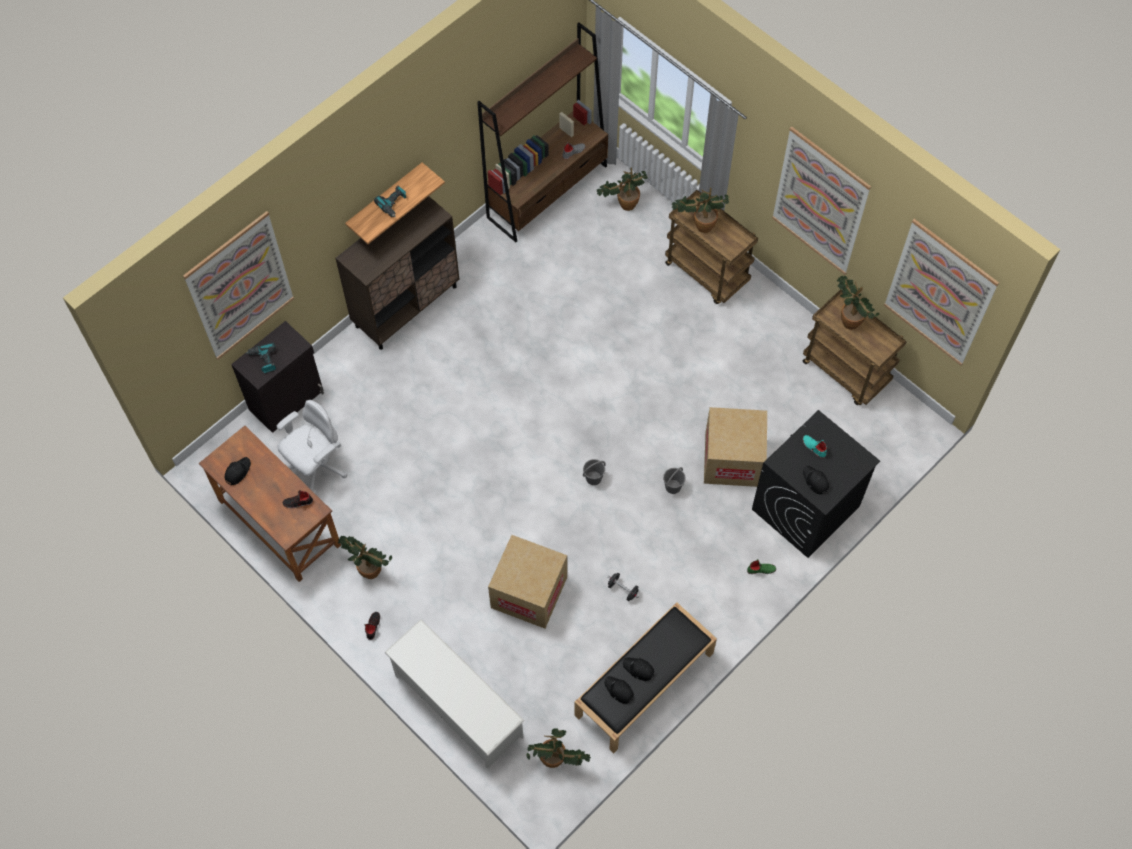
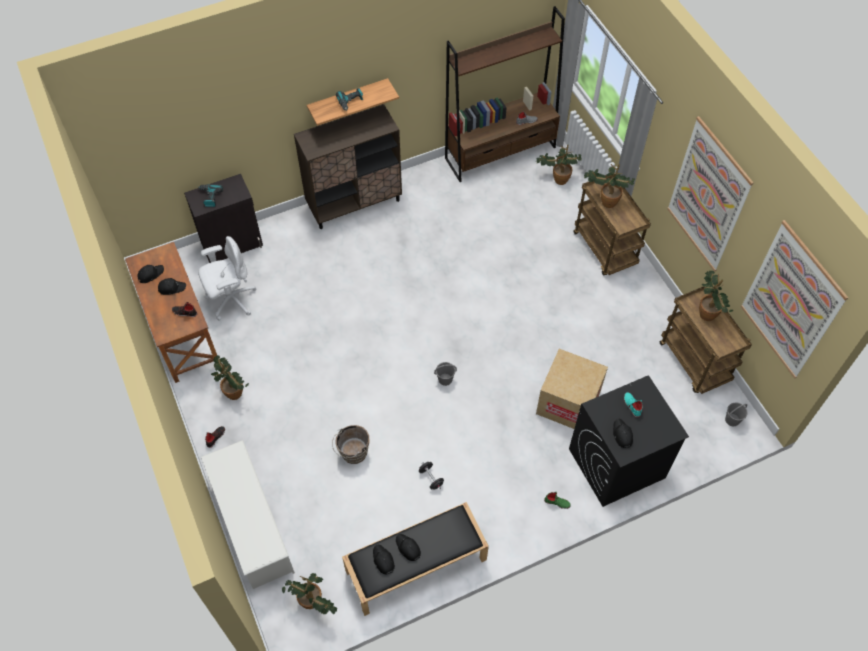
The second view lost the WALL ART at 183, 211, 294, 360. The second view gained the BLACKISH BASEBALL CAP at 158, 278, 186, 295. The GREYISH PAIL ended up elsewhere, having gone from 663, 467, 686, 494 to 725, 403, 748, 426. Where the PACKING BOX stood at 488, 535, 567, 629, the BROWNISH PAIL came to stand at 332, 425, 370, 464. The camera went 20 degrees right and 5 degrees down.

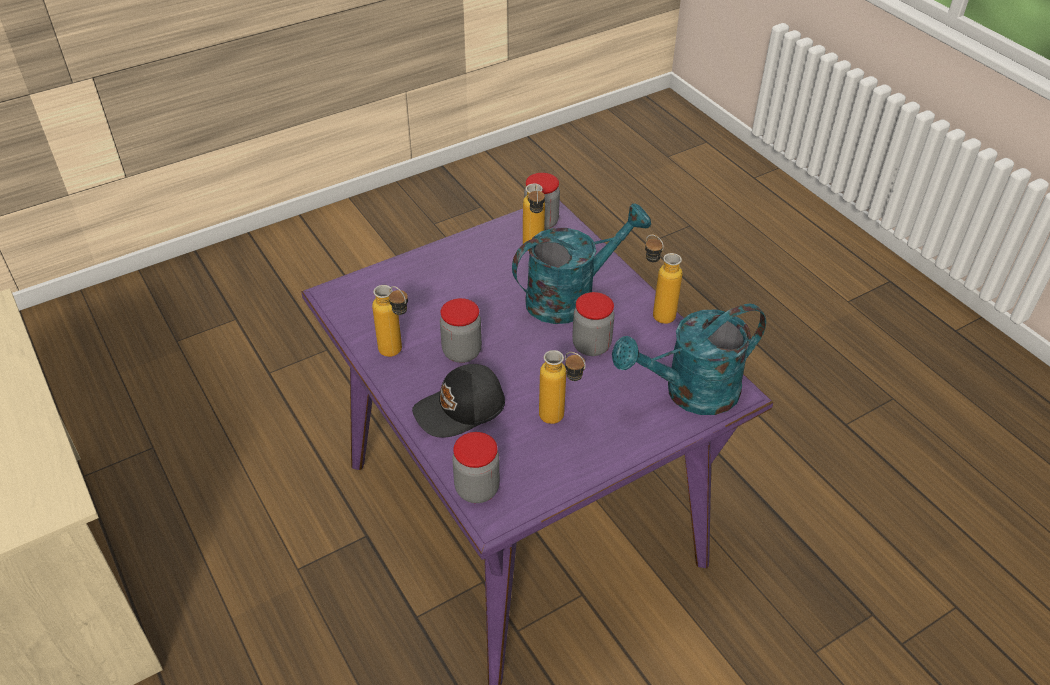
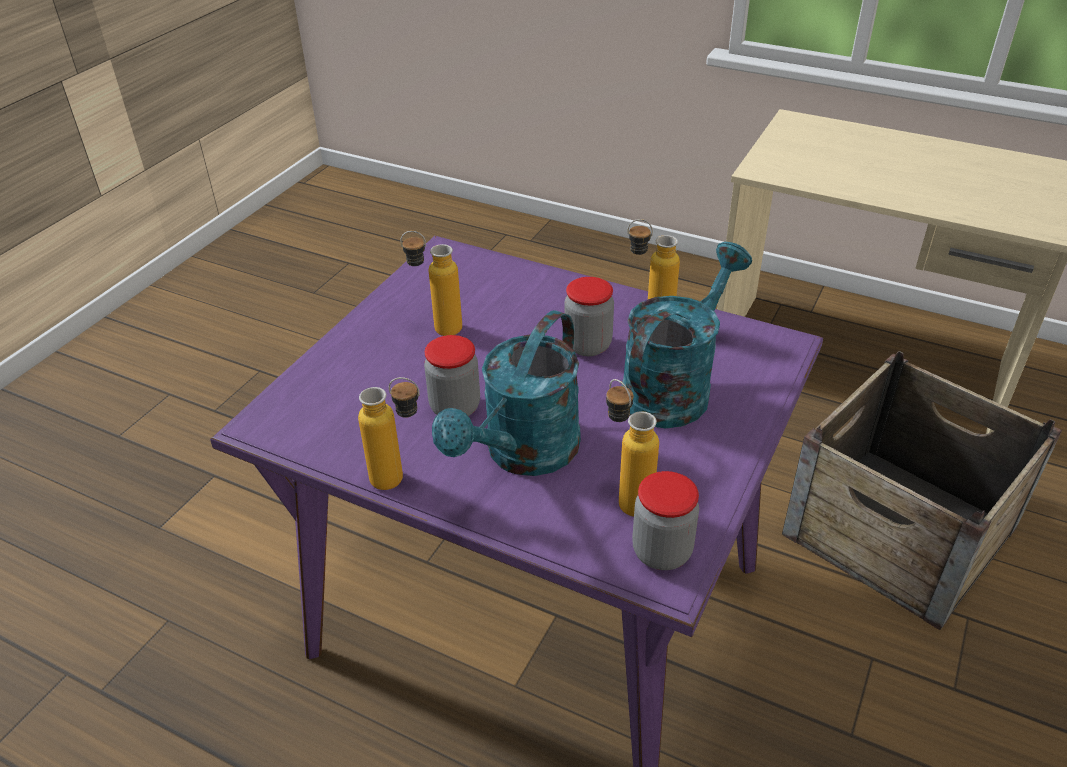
The second view lost the BLACKISH BASEBALL CAP at 412, 364, 505, 438. The second view lost the STORAGE JAR at 452, 432, 500, 503. The second view gained the SHIPPING CRATE at 782, 351, 1062, 630. The TURQUOISE WATERING POT ended up elsewhere, having gone from 612, 304, 766, 415 to 621, 242, 752, 429. The camera went 150 degrees right and 5 degrees down.

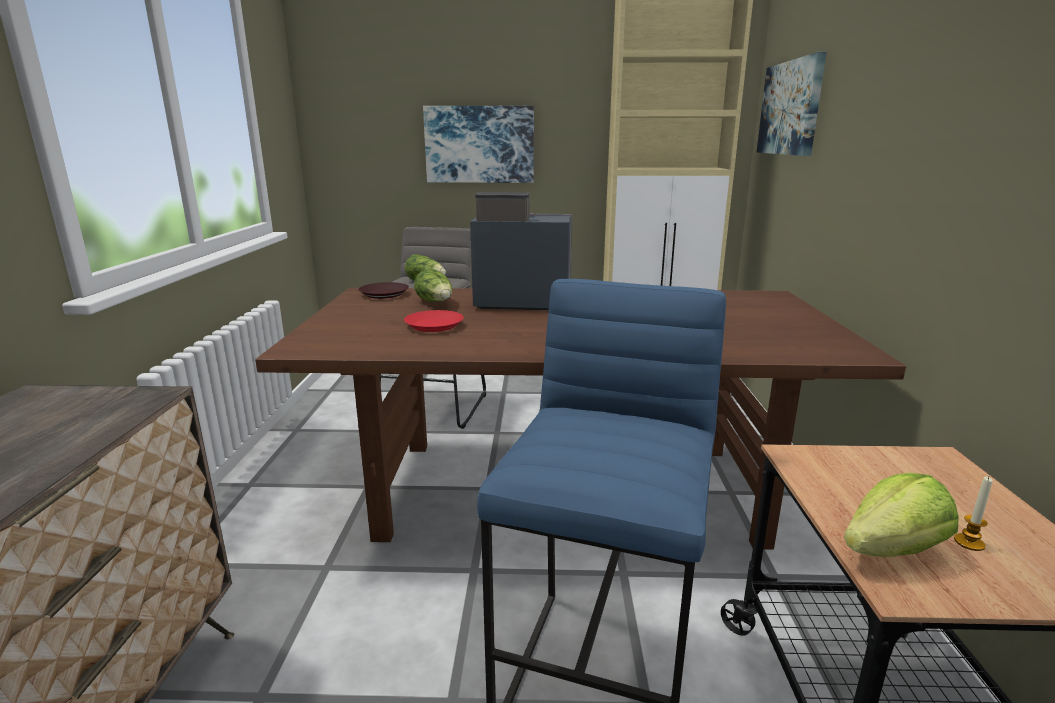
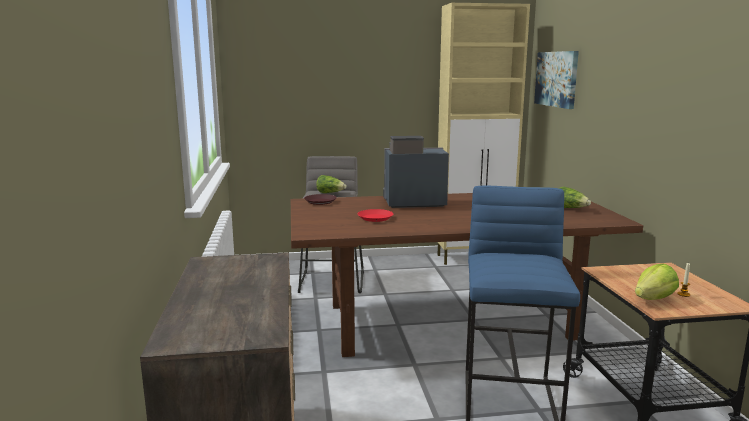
The second view lost the WALL ART at 423, 106, 534, 183. The LETTUCE ended up elsewhere, having gone from 414, 268, 453, 302 to 559, 187, 591, 208. The camera went 10 degrees left and 5 degrees down.

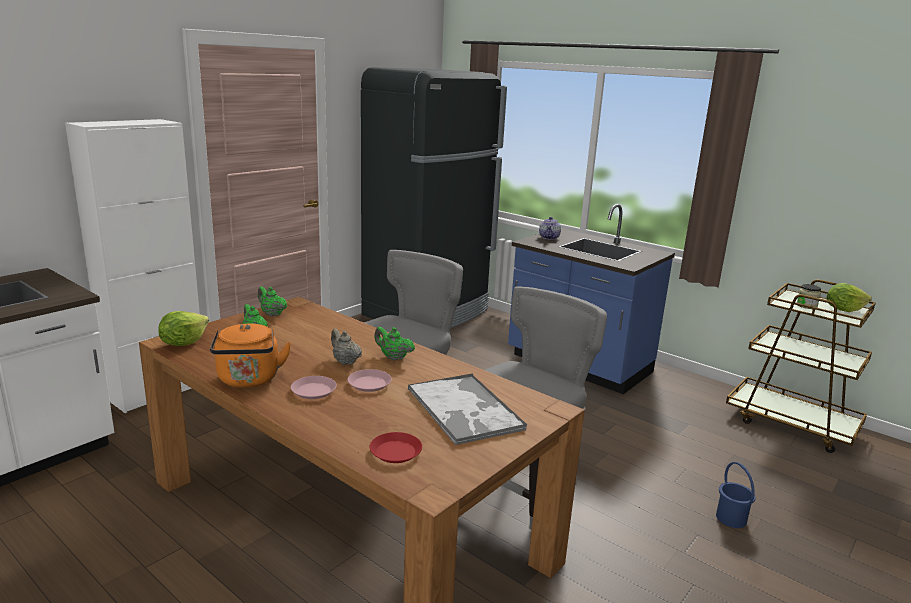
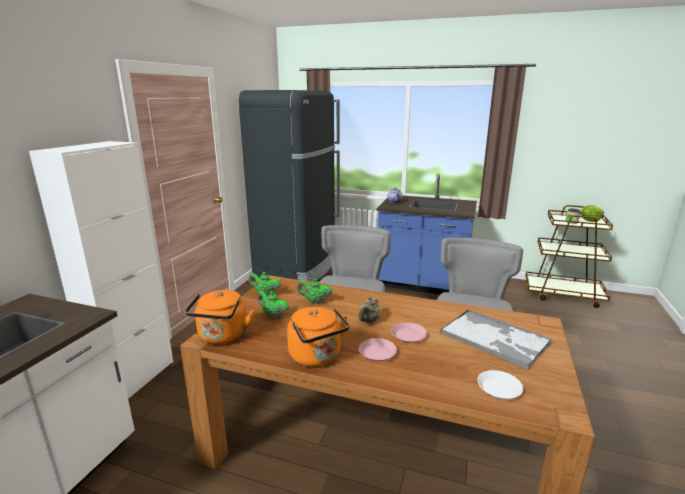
The second view lost the BLUE-COLOURED PAIL at 716, 462, 756, 528. The GREEN-COLOURED TEAPOT ended up elsewhere, having gone from 374, 327, 415, 361 to 297, 279, 332, 304. Where the LETTUCE stood at 158, 311, 209, 346, the ORANGEY WATER KETTLE came to stand at 185, 290, 255, 344. What was the RED-COLOURED DINNER PLATE at 370, 432, 422, 463 turned into the WHITE DINNER PLATE at 477, 370, 523, 399. The BEIGE TEAPOT at 331, 329, 362, 365 ended up facing another way, 90 degrees counterclockwise from before. The camera went 20 degrees left and 0 degrees up.

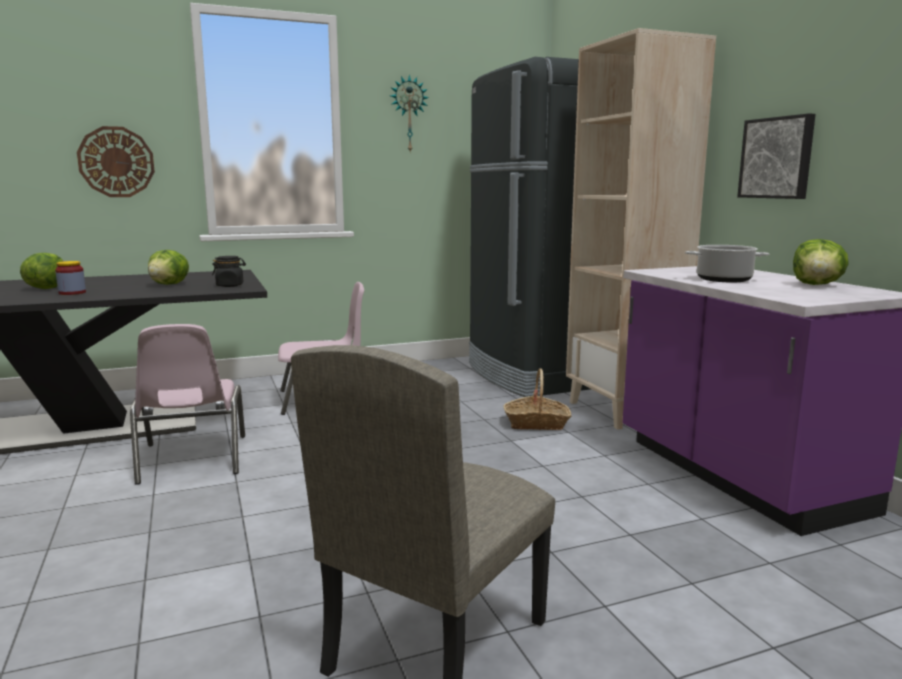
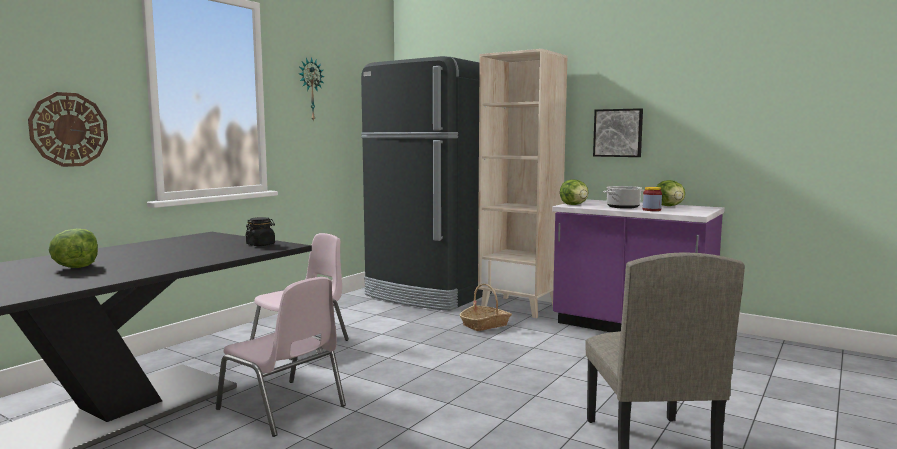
The STORAGE JAR ended up elsewhere, having gone from 55, 261, 86, 295 to 643, 187, 662, 211. The LETTUCE ended up elsewhere, having gone from 148, 250, 189, 285 to 560, 179, 589, 205. The camera went 35 degrees left and 5 degrees down.

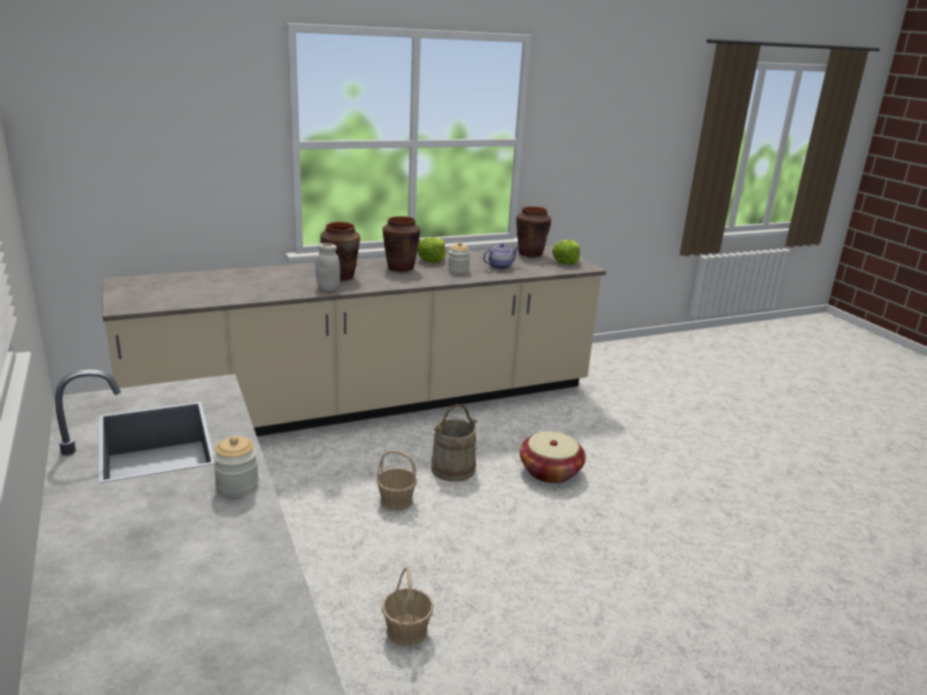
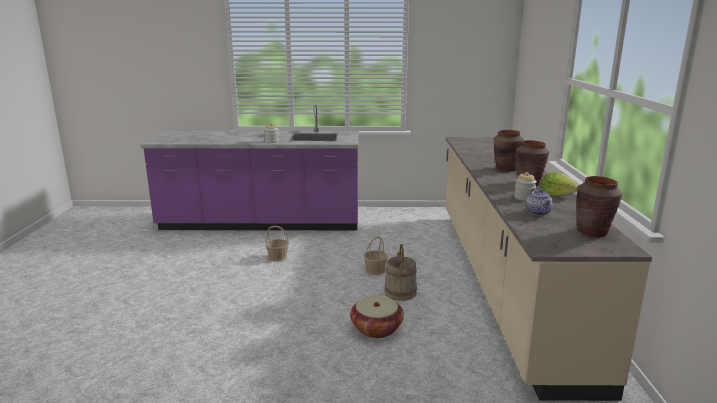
The second view lost the WHITE STORAGE JAR at 315, 243, 340, 291. The second view lost the LETTUCE at 552, 240, 580, 265. The camera went 115 degrees right and 5 degrees down.

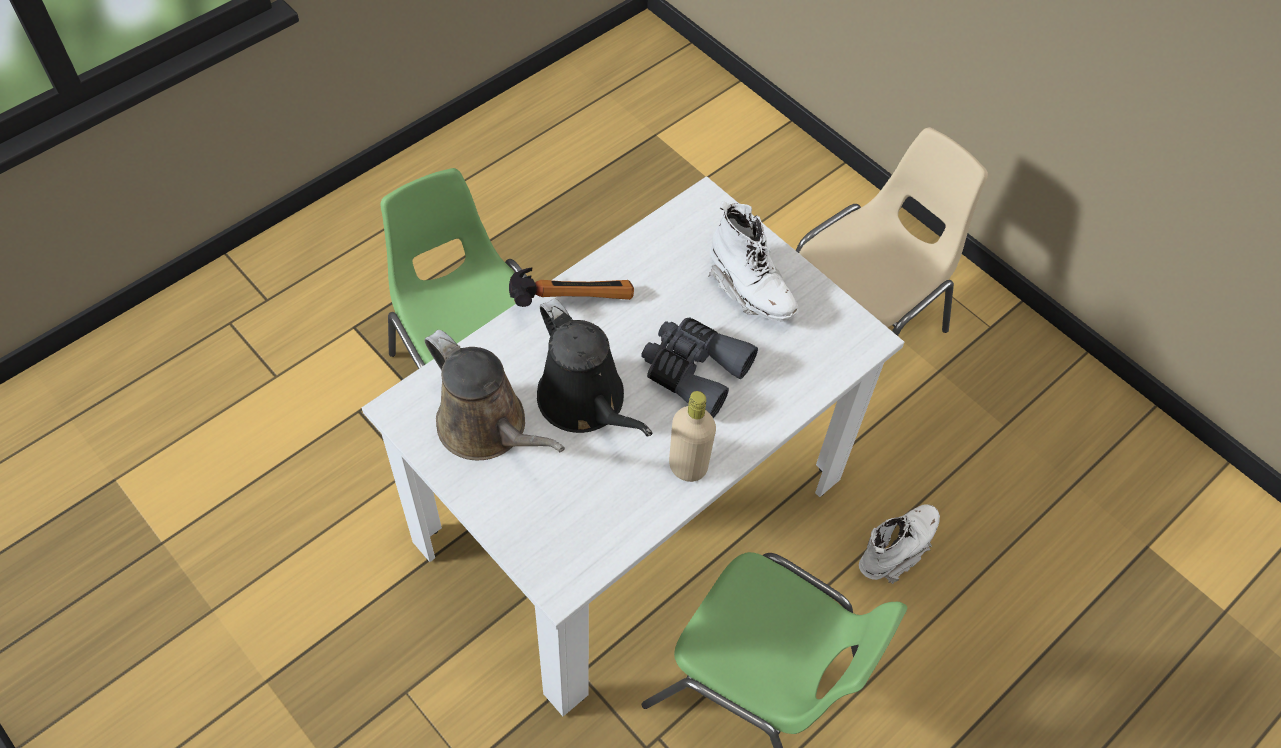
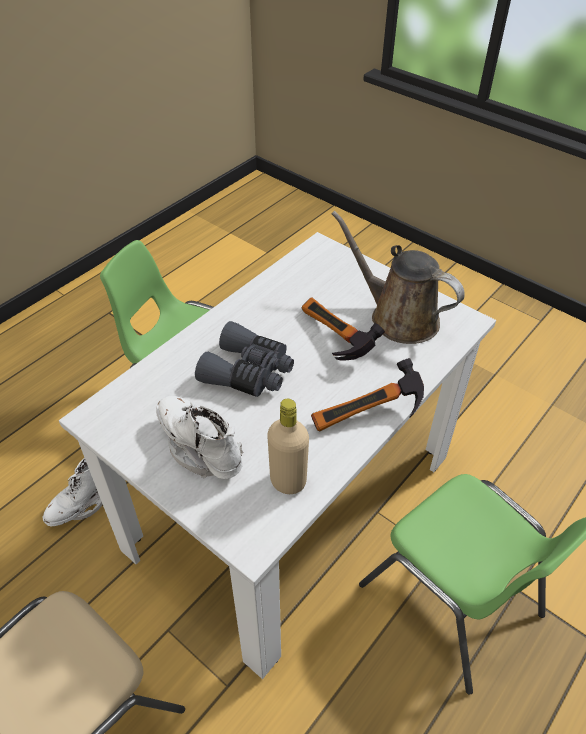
The BEIGE BOTTLE ended up elsewhere, having gone from 669, 391, 716, 482 to 267, 399, 309, 494. Where the BLACKISH WATERING POT stood at 537, 299, 653, 437, the HAMMER came to stand at 302, 297, 385, 360. The camera went 175 degrees right and 10 degrees down.

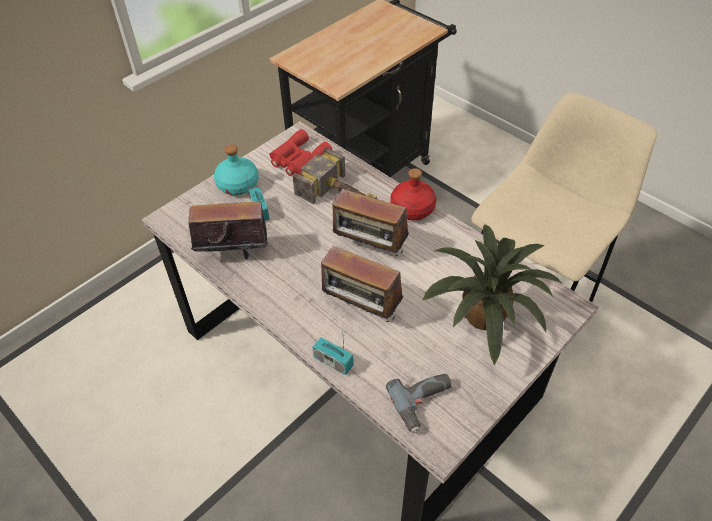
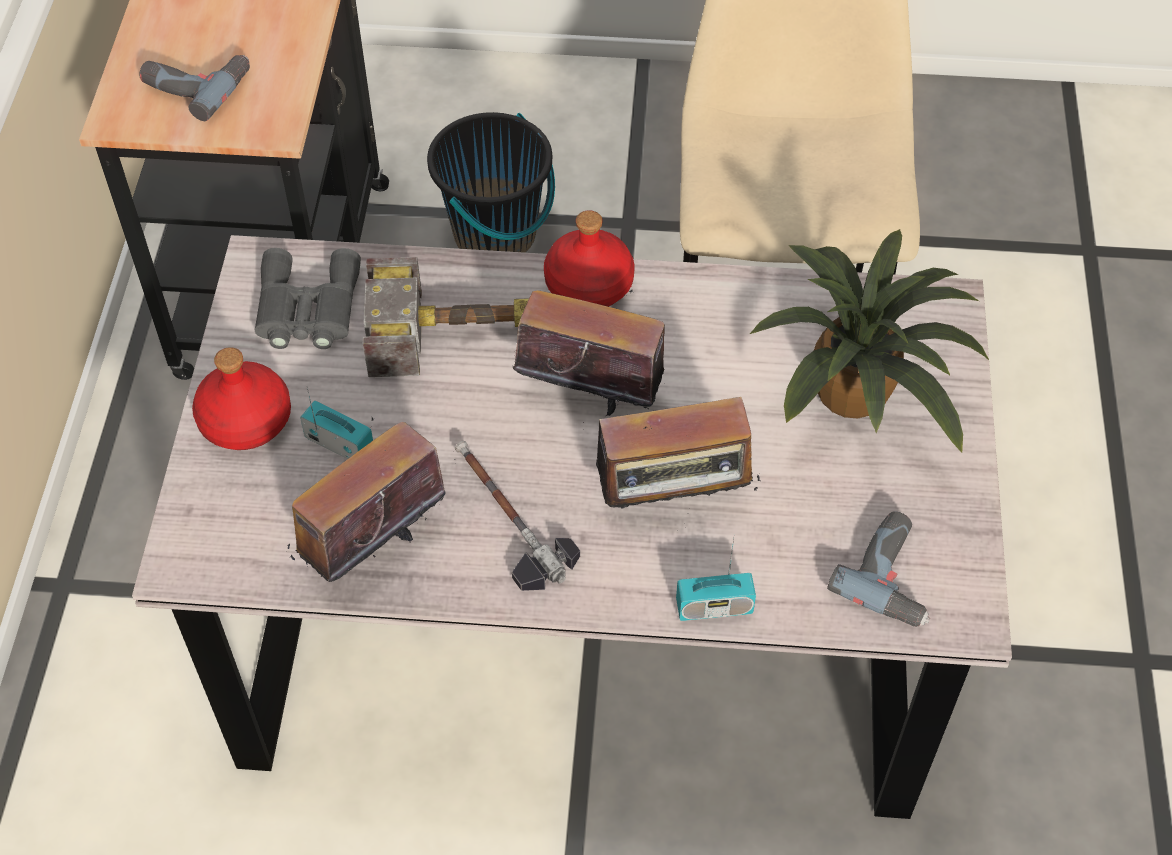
The second view gained the DRILL at 139, 55, 250, 121. The second view gained the BLACKISH PAIL at 427, 112, 555, 253. The second view gained the HAMMER at 455, 441, 580, 591. What was the TURQUOISE BOTTLE at 214, 145, 259, 195 turned into the RED-COLOURED BOTTLE at 192, 347, 291, 450. What was the RED-COLOURED PAIR OF BINOCULARS at 270, 129, 333, 176 turned into the GREYISH PAIR OF BINOCULARS at 255, 248, 361, 349. The RADIO SET at 326, 189, 409, 256 ended up facing another way, 150 degrees counterclockwise from before. The camera went 40 degrees left and 5 degrees up.

